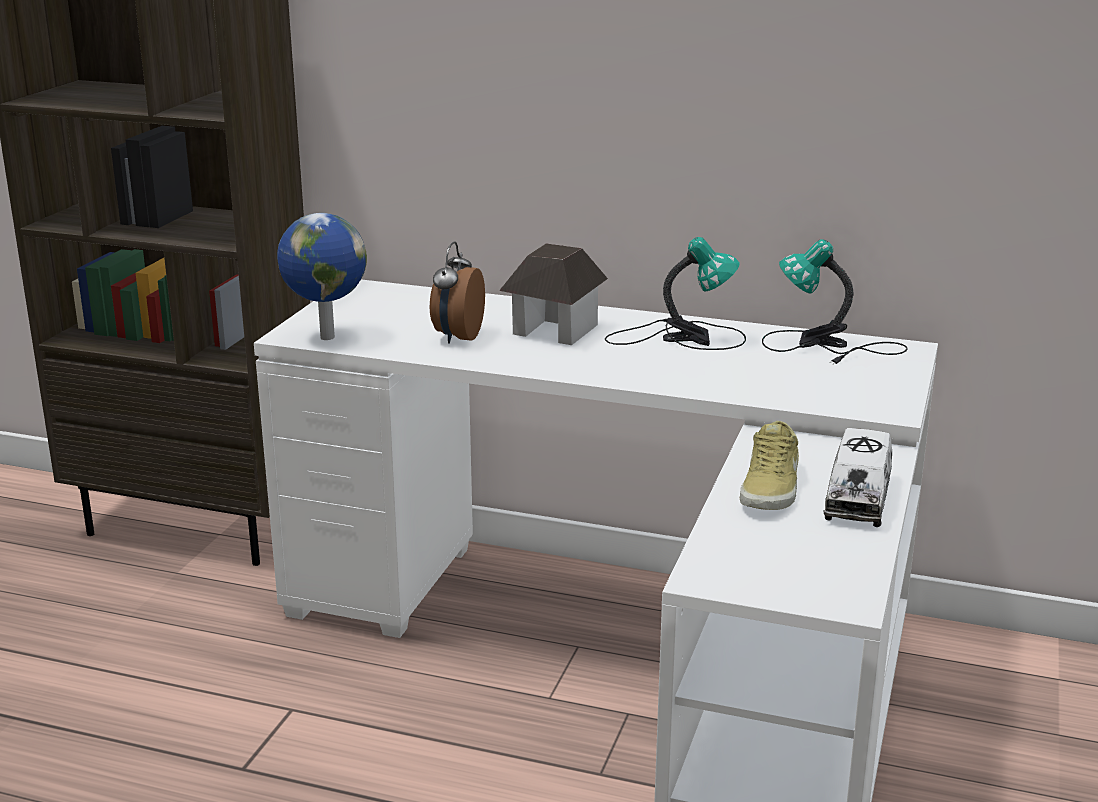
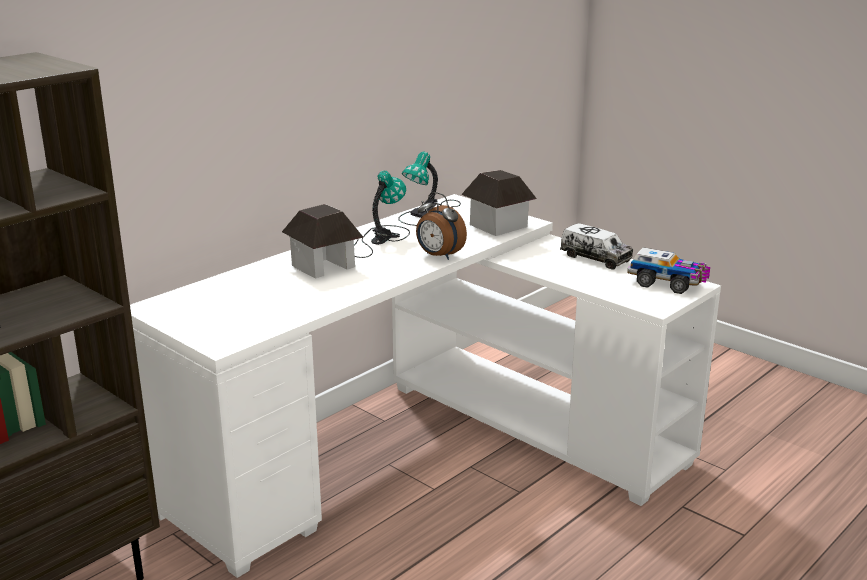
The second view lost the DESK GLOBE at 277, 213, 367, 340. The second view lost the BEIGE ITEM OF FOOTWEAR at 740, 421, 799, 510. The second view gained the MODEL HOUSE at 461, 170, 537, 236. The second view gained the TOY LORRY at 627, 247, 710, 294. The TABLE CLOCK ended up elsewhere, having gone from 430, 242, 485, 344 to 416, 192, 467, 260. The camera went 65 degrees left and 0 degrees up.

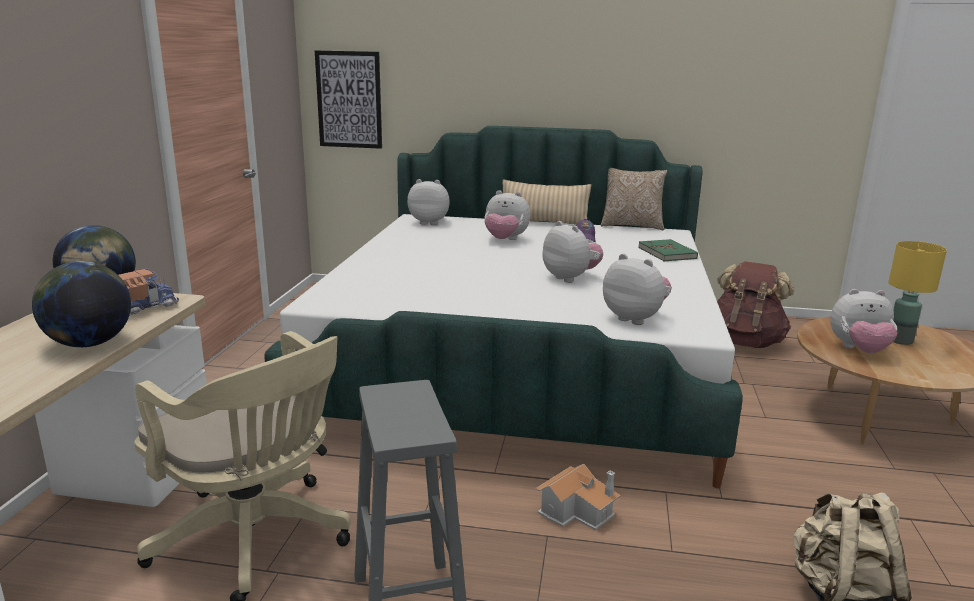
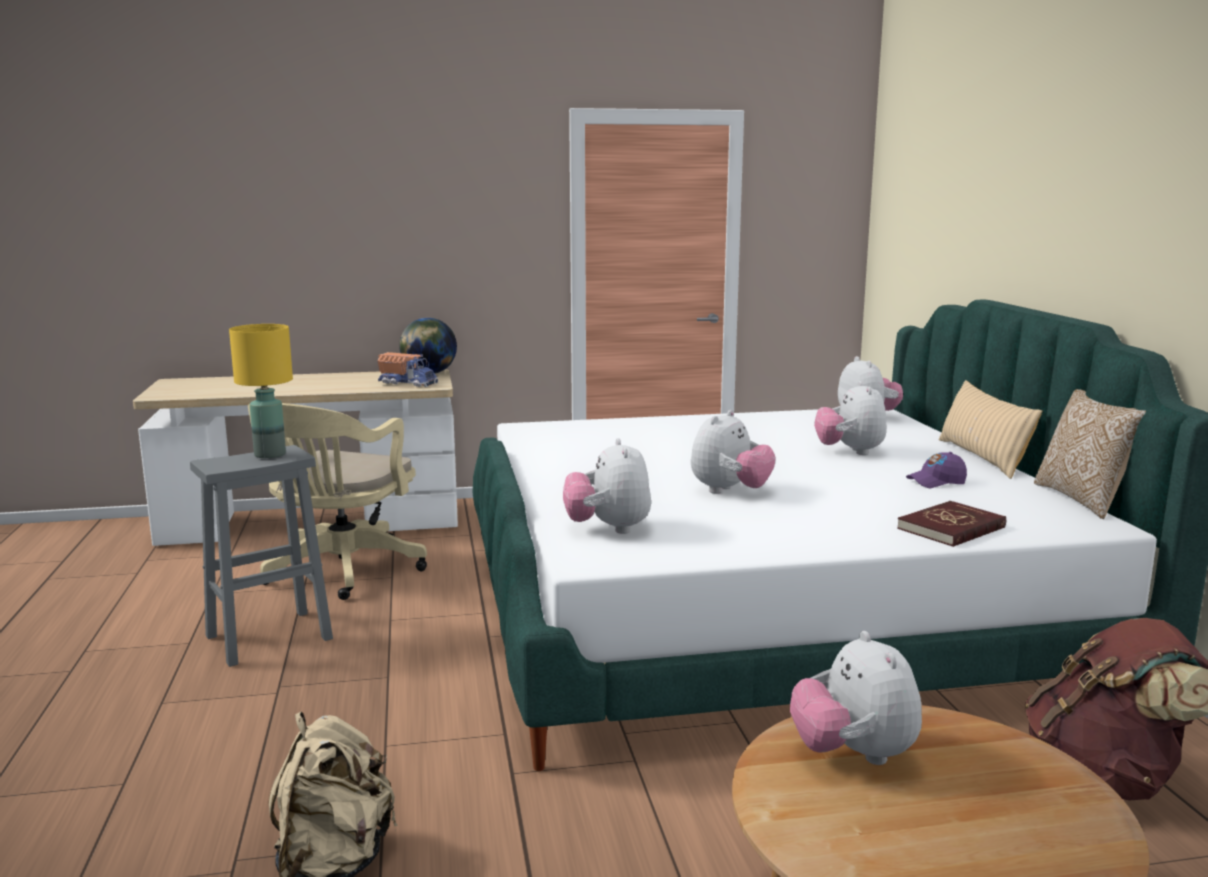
The second view lost the DESK GLOBE at 32, 261, 131, 347. The second view lost the WALL ART at 315, 50, 382, 149. The second view lost the MODEL HOUSE at 535, 464, 621, 530. The YELLOW-COLOURED TABLETOP LAMP ended up elsewhere, having gone from 888, 241, 947, 345 to 229, 324, 293, 458. What was the GREEN-COLOURED BOOK at 638, 239, 698, 261 turned into the RED-COLOURED BOOK at 897, 501, 1006, 547. The CUDDLY TOY at 603, 254, 672, 325 ended up facing another way, 150 degrees clockwise from before. The camera went 70 degrees right and 5 degrees down.

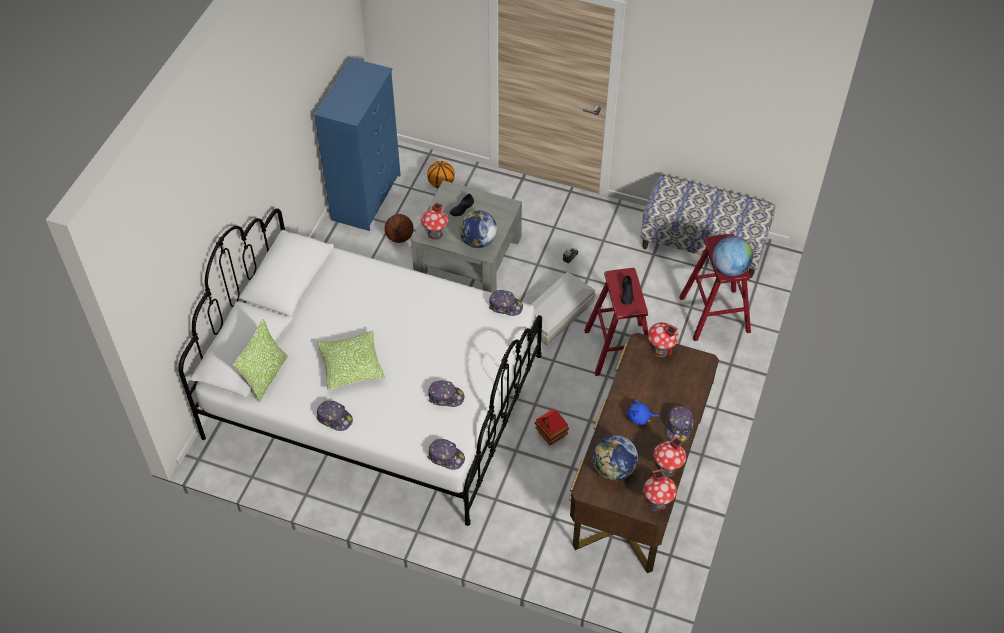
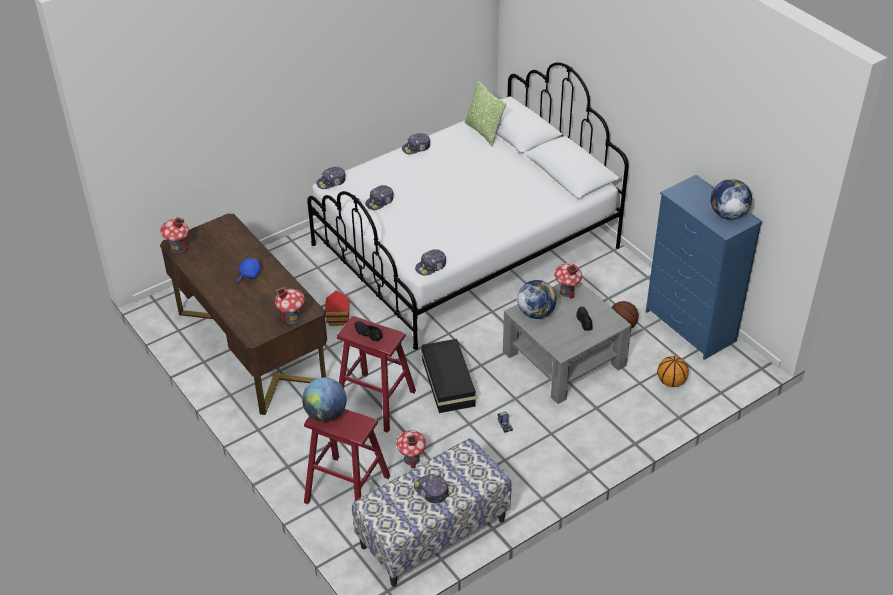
The second view lost the PILLOW at 317, 330, 385, 390. The DESK GLOBE ended up elsewhere, having gone from 593, 435, 638, 480 to 710, 179, 752, 220. The MODEL HOUSE ended up elsewhere, having gone from 653, 436, 686, 477 to 396, 430, 426, 468. The BASEBALL CAP ended up elsewhere, having gone from 665, 406, 693, 442 to 414, 474, 450, 503. What was the WHITE STORAGE BIN at 531, 272, 596, 346 turned into the BLACKISH STORAGE BIN at 421, 339, 477, 413. The camera went 125 degrees right and 10 degrees down.

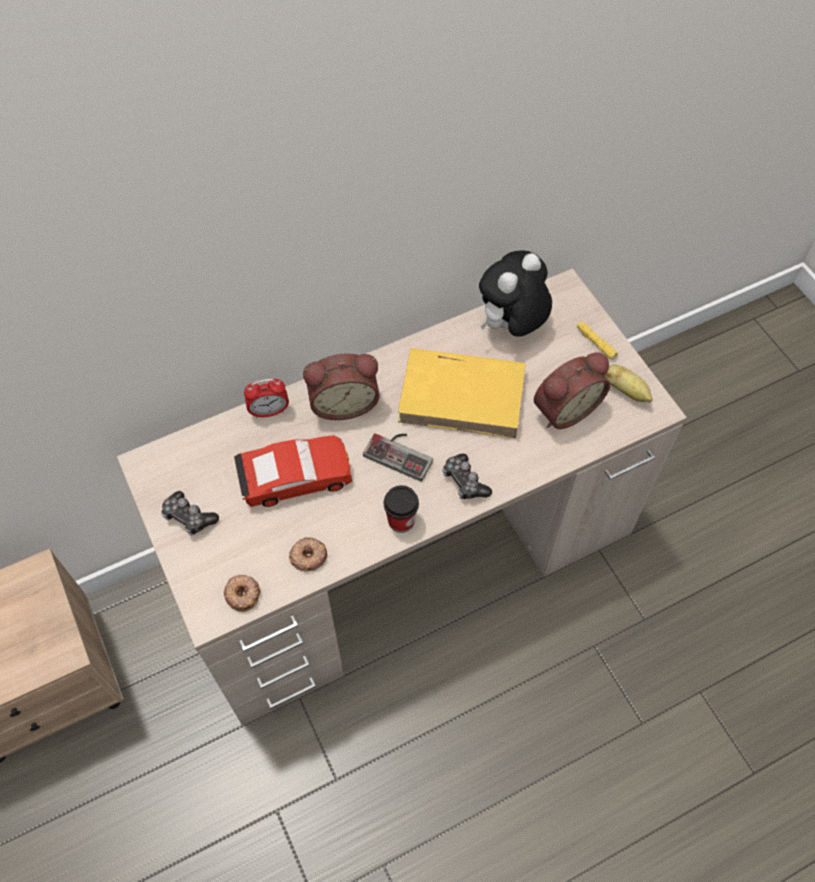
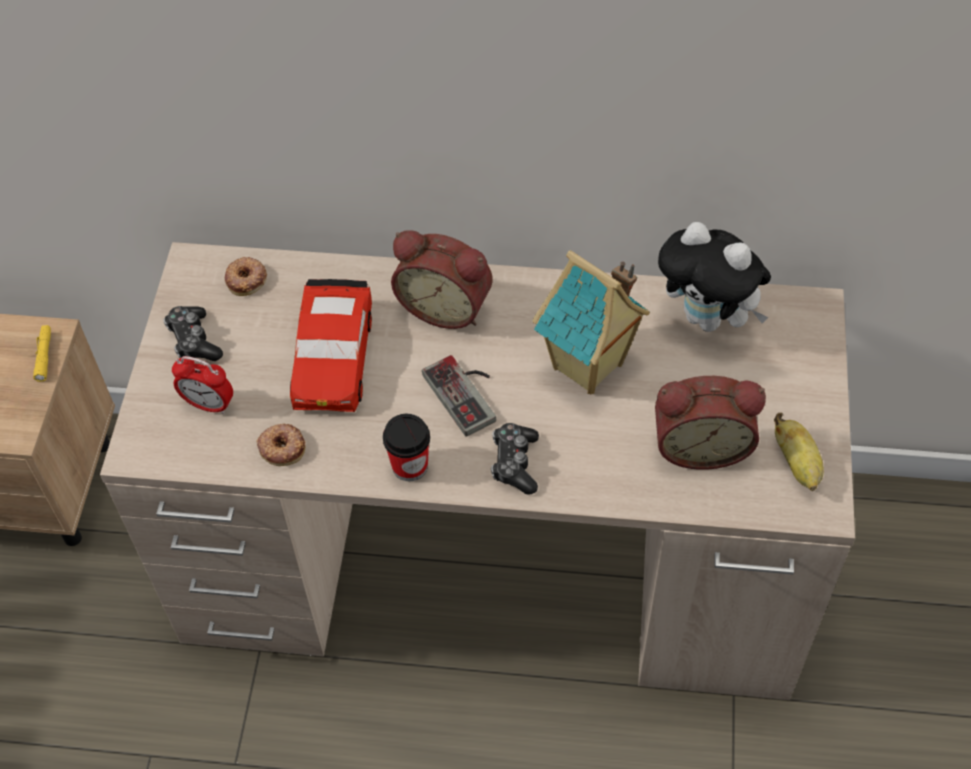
The RING DOUGHNUT ended up elsewhere, having gone from 224, 575, 261, 612 to 225, 257, 267, 296. The TABLE CLOCK ended up elsewhere, having gone from 244, 379, 289, 418 to 172, 356, 233, 414. The YELLOW-COLOURED TORCH ended up elsewhere, having gone from 577, 321, 618, 360 to 33, 325, 51, 382. Where the YELLOW-COLOURED BOOK stood at 398, 348, 526, 438, the MODEL HOUSE came to stand at 532, 250, 650, 394. The RED-COLOURED MODEL CAR at 234, 435, 353, 507 ended up facing another way, 75 degrees clockwise from before. The CUDDLY TOY at 479, 250, 552, 337 ended up facing another way, 135 degrees counterclockwise from before. The camera went 35 degrees right and 5 degrees down.

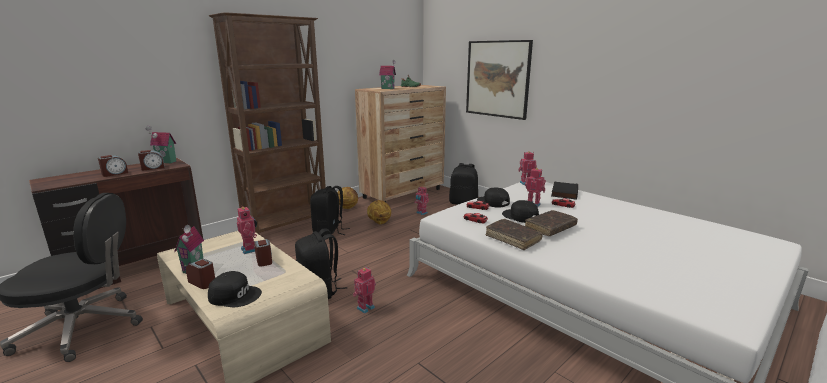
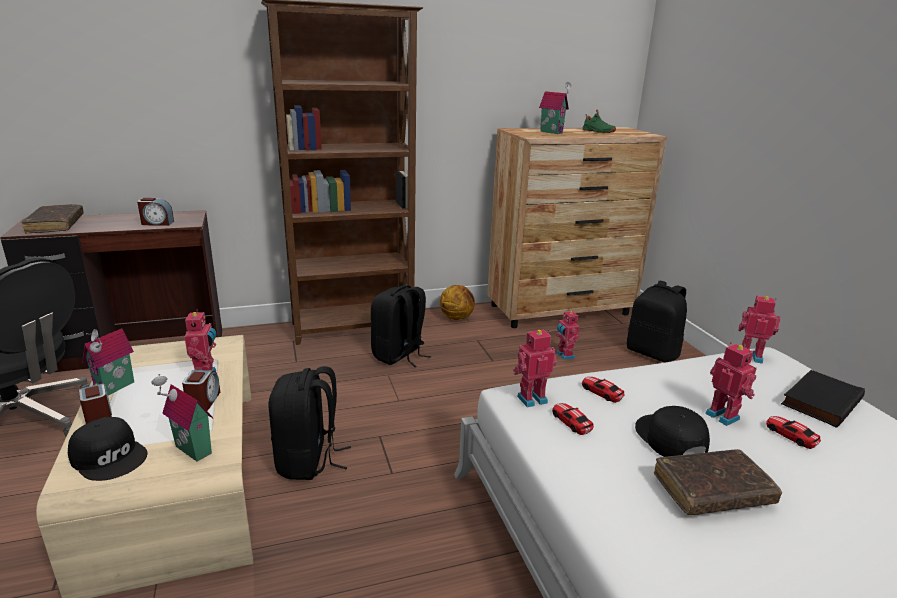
The second view lost the TABLE CLOCK at 98, 155, 128, 177. The second view lost the BASKETBALL at 367, 200, 391, 224. The second view lost the WALL ART at 466, 40, 533, 120. The second view lost the BLACKISH BASEBALL CAP at 477, 188, 510, 208. The MODEL HOUSE ended up elsewhere, having gone from 146, 125, 176, 163 to 151, 374, 213, 461. The ROBOT FIGURE ended up elsewhere, having gone from 353, 267, 376, 314 to 513, 329, 557, 408. The BROWNISH BOOK ended up elsewhere, having gone from 485, 219, 543, 250 to 22, 204, 84, 233. The camera went 25 degrees right and 5 degrees up.

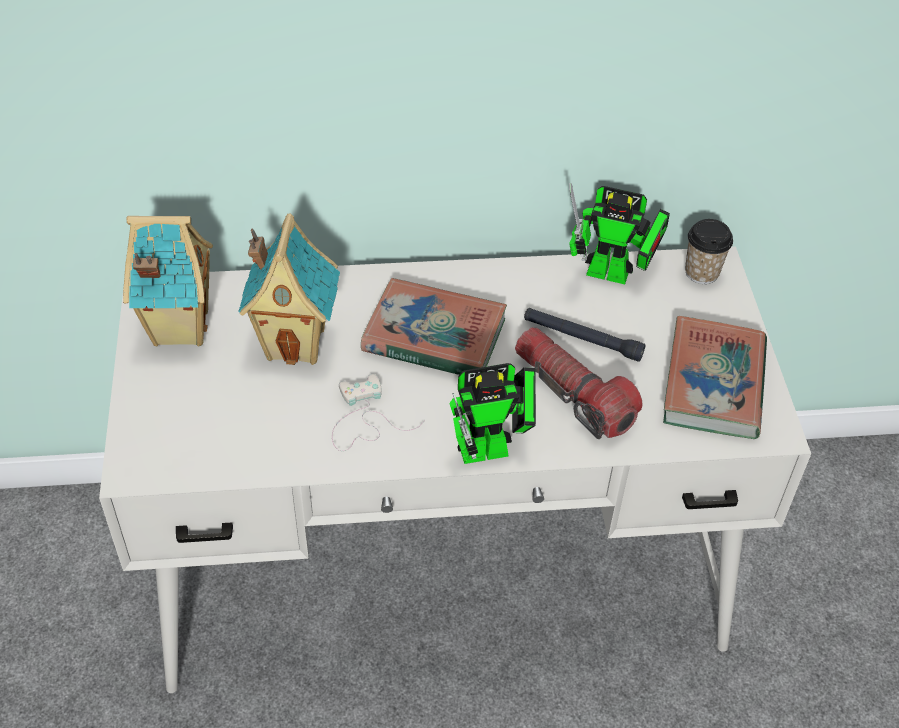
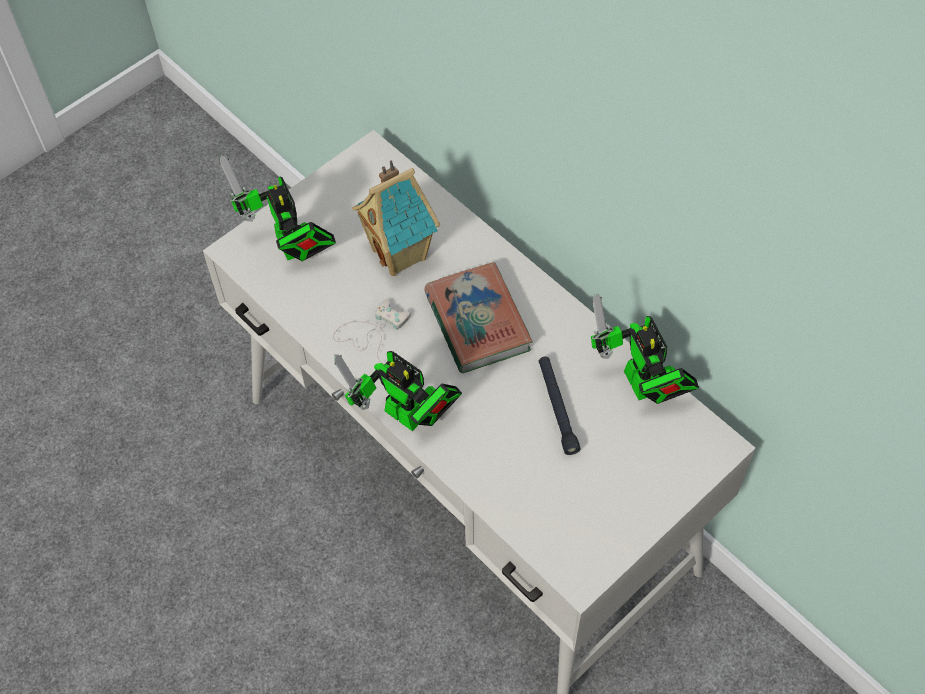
The second view lost the MODEL HOUSE at 123, 216, 213, 346. The second view lost the TORCH at 515, 327, 643, 439. The second view lost the BOOK at 663, 316, 767, 439. The second view lost the SMALL CUP at 685, 219, 733, 284. The second view gained the ROBOT FIGURE at 220, 155, 336, 261. The camera went 55 degrees right and 10 degrees up.

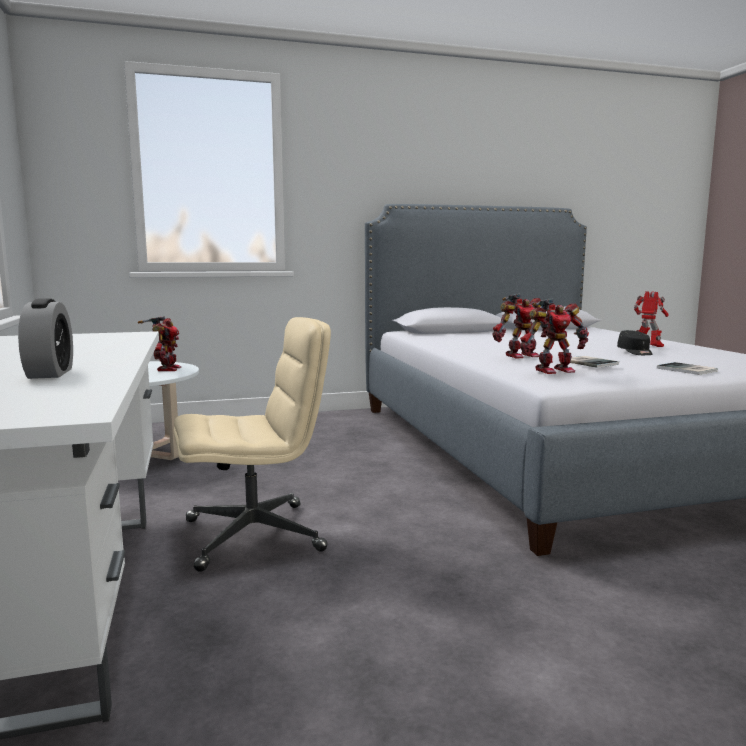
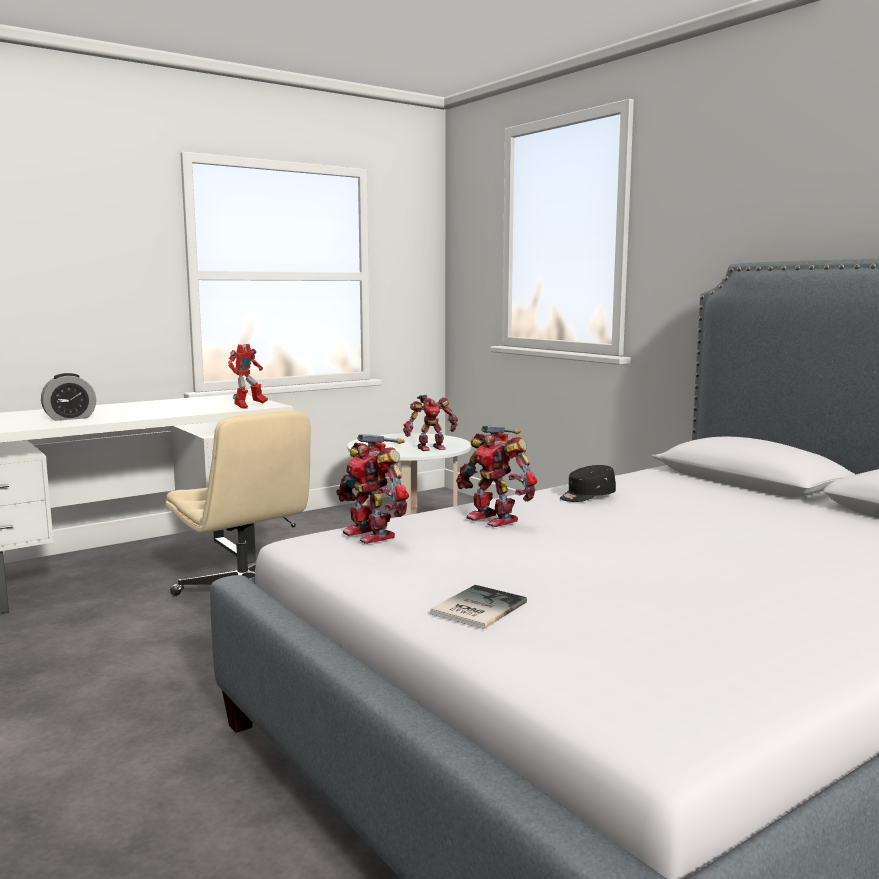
The second view lost the BOOK at 570, 356, 619, 368. The BLACKISH BASEBALL CAP ended up elsewhere, having gone from 617, 330, 653, 355 to 560, 465, 616, 502. The ROBOT FIGURE ended up elsewhere, having gone from 634, 291, 668, 347 to 228, 344, 268, 409. The camera went 70 degrees right and 0 degrees up.

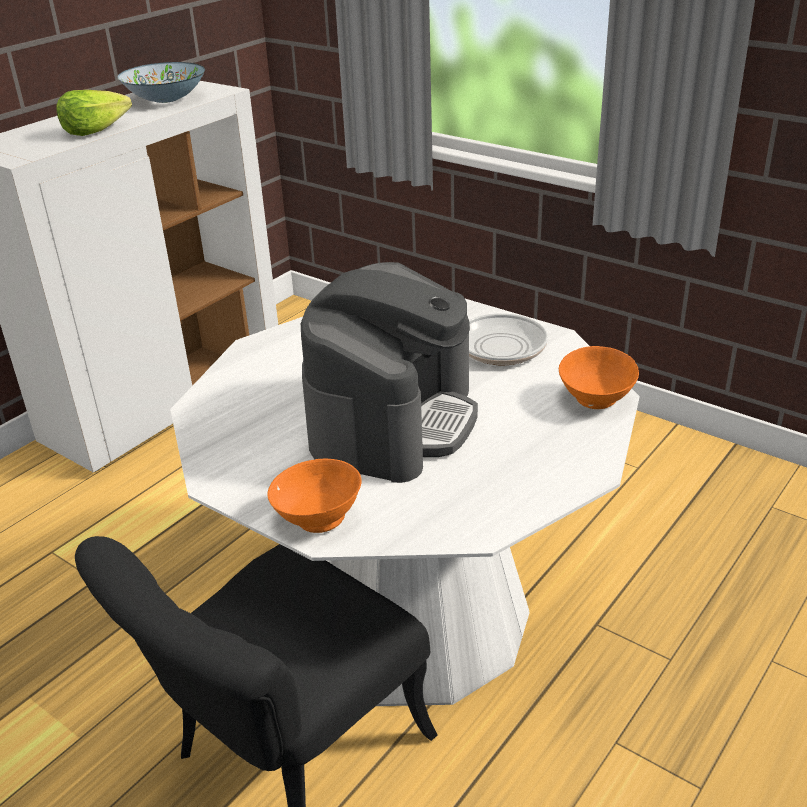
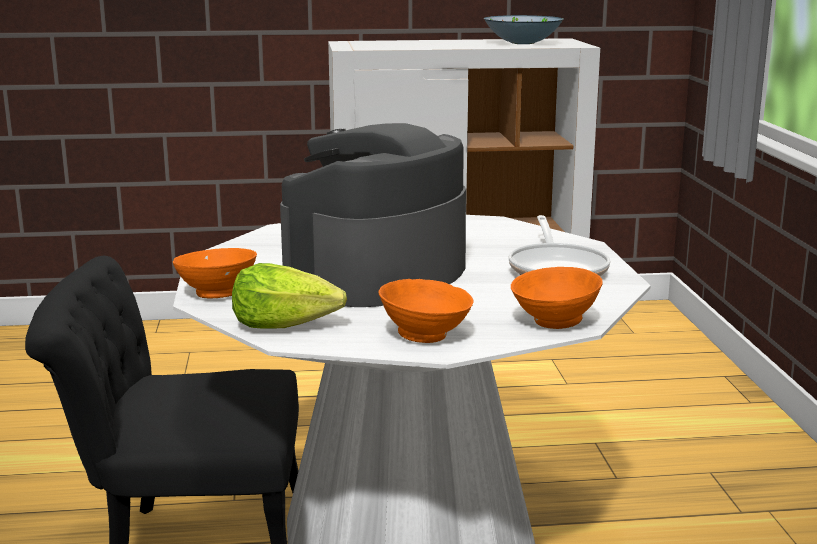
The second view gained the ORANGEY DEEP DISH at 378, 279, 473, 343. The LETTUCE ended up elsewhere, having gone from 56, 90, 132, 136 to 232, 263, 347, 329. The COFFEE BREWER at 301, 262, 478, 483 ended up facing another way, 150 degrees clockwise from before. The camera went 45 degrees right and 15 degrees down.

